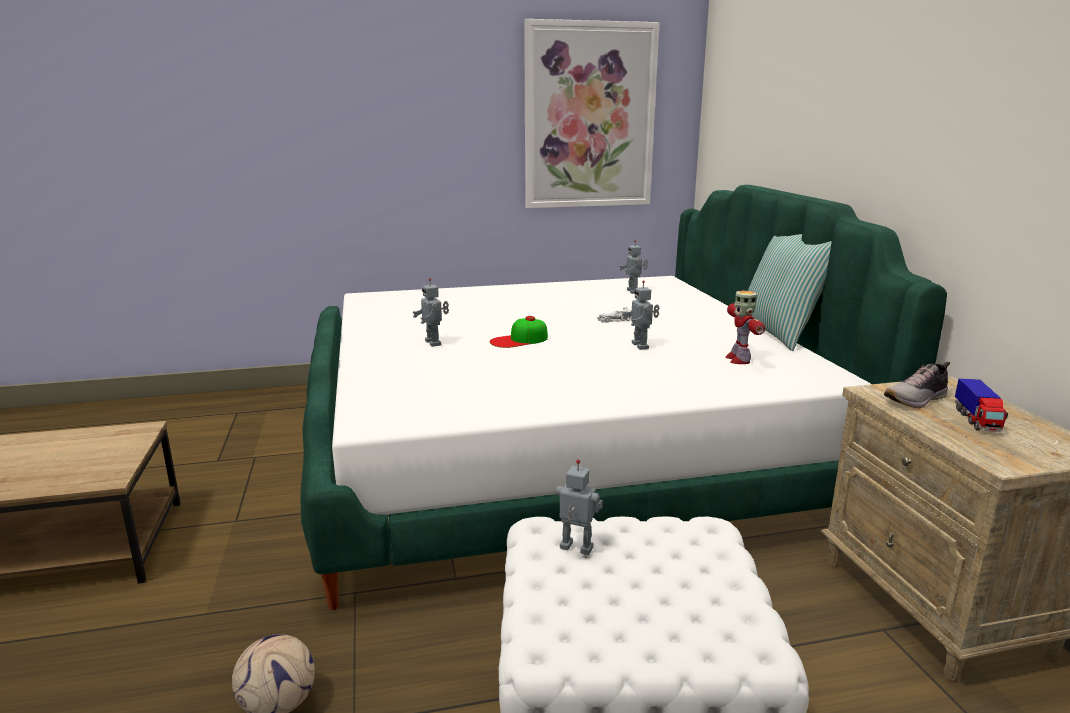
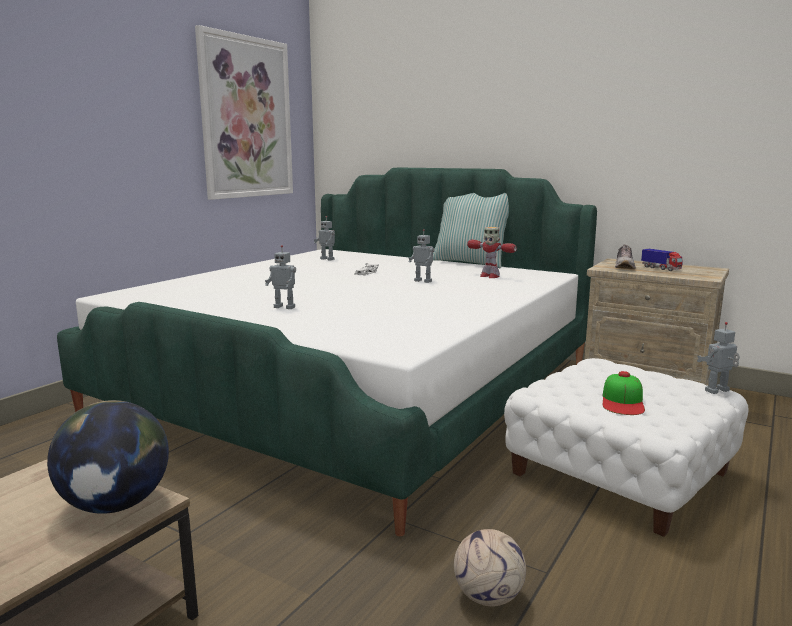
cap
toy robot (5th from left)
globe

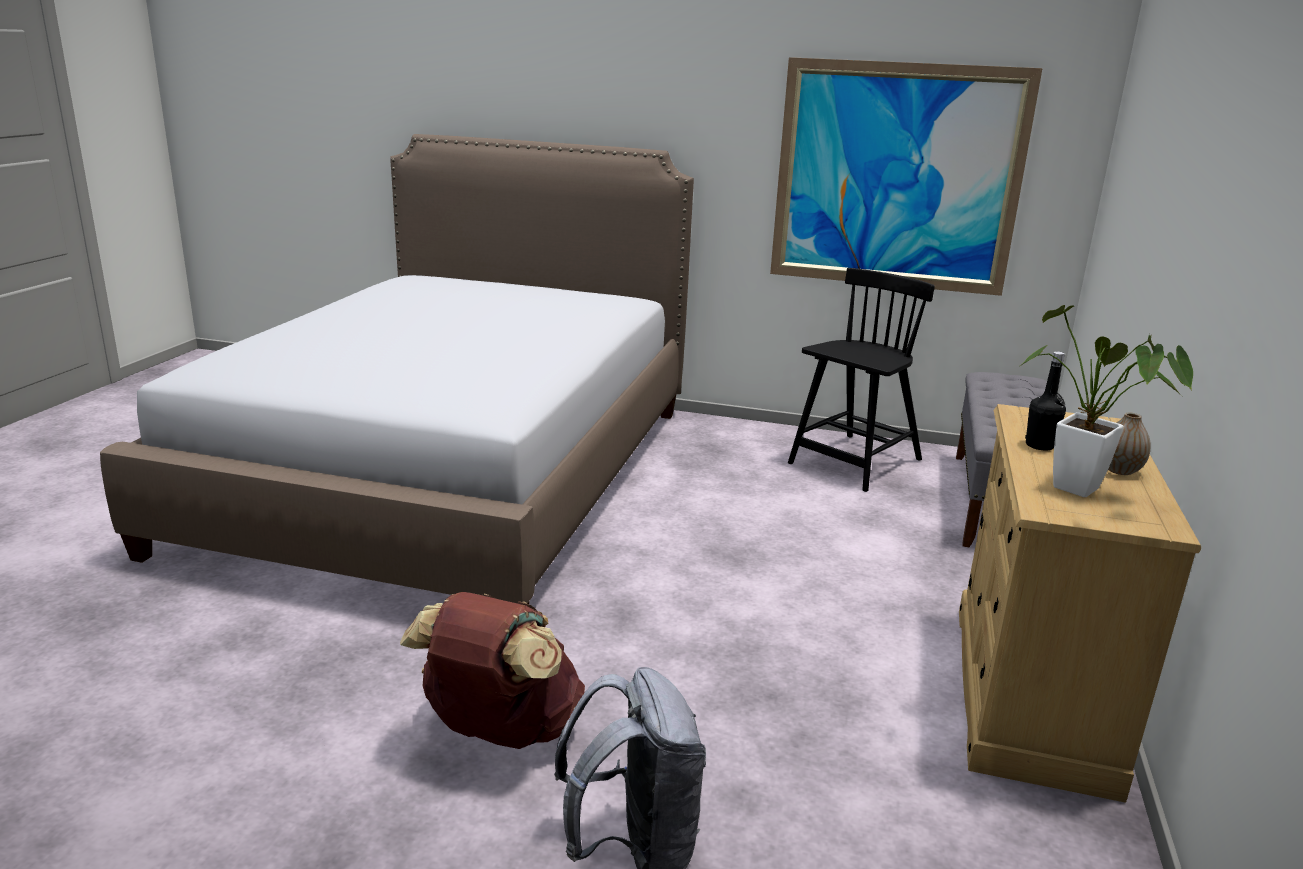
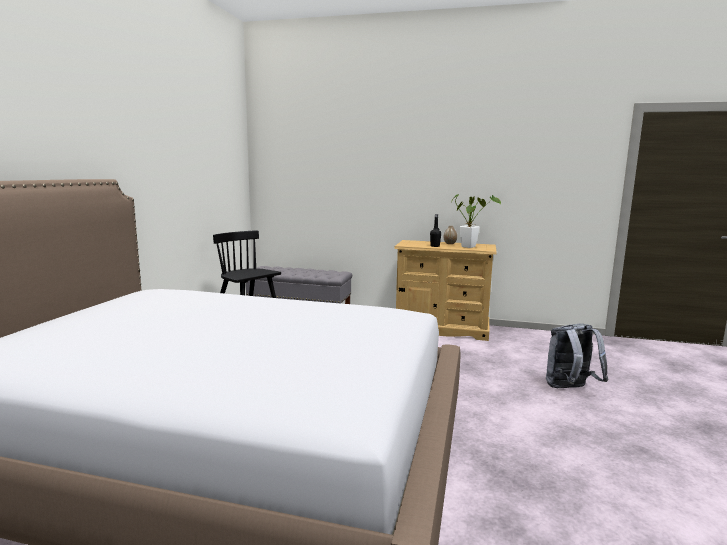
brown backpack
picture

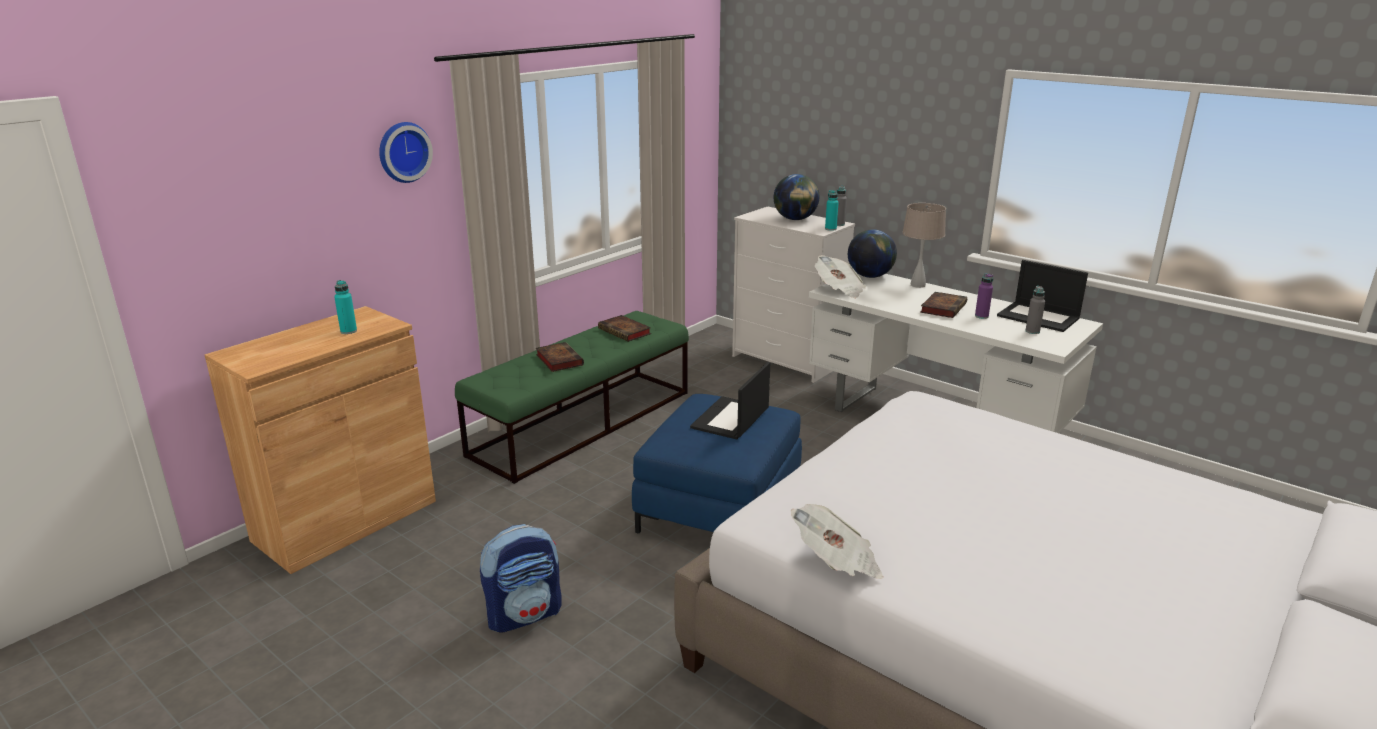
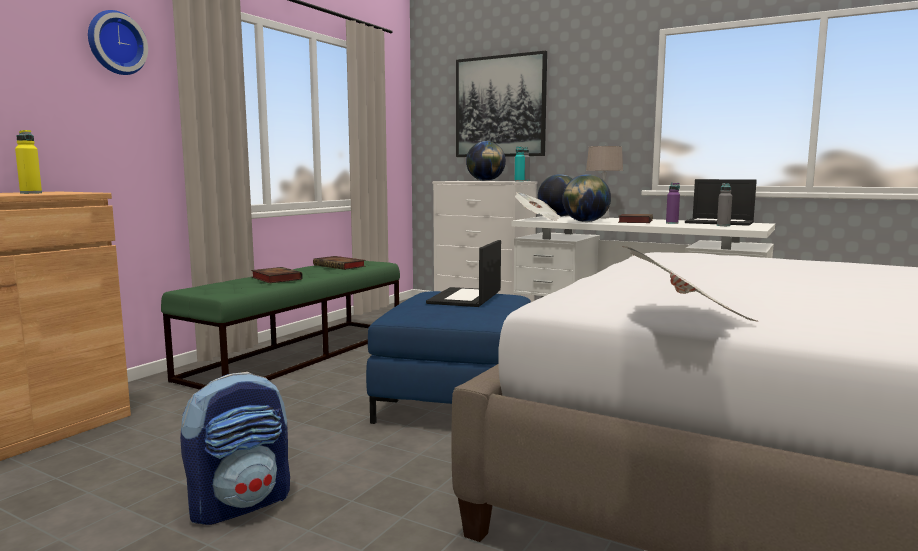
yellow bottle
picture
globe (3rd from left)

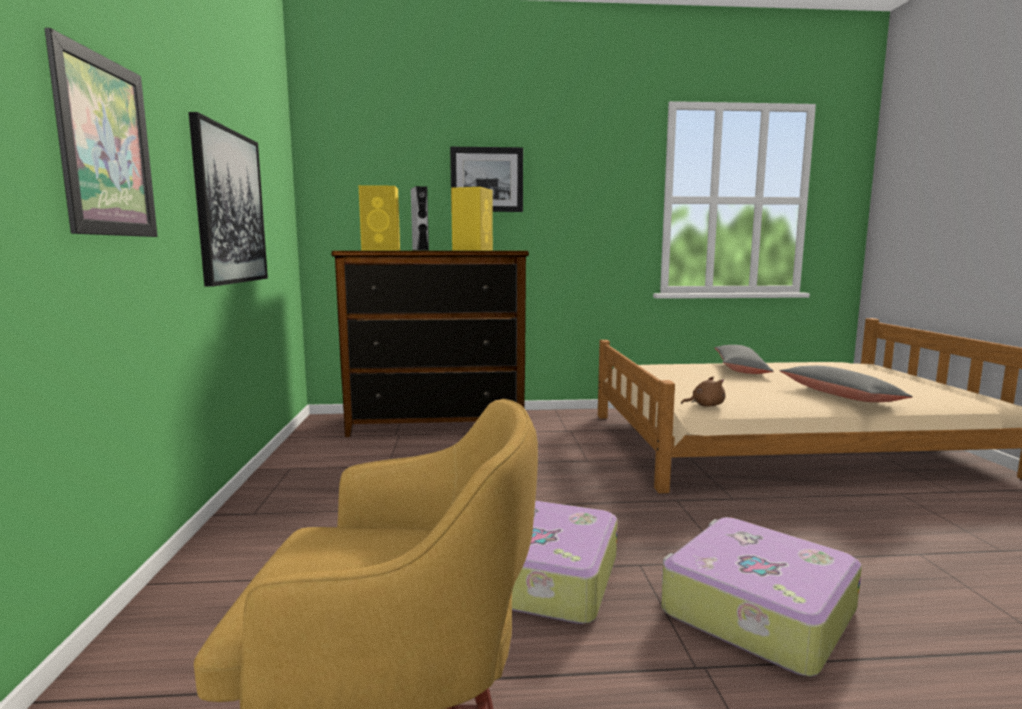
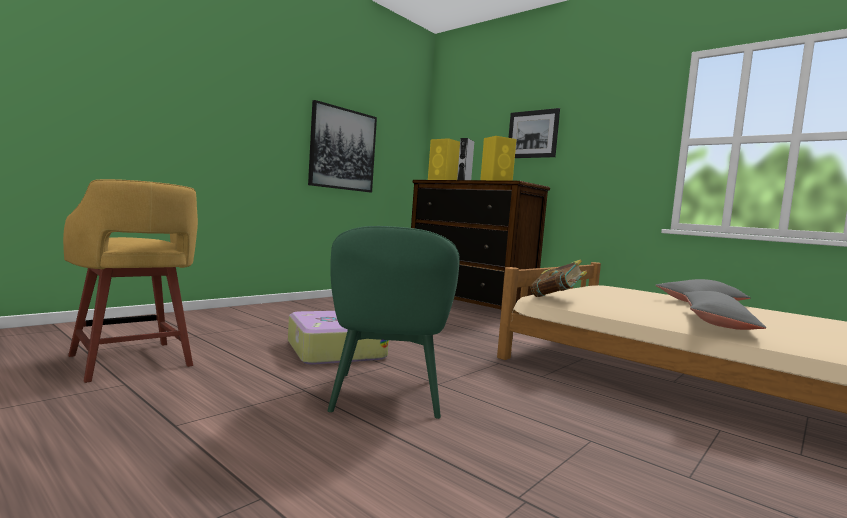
picture (1st from left in the first image)
green armchair
book

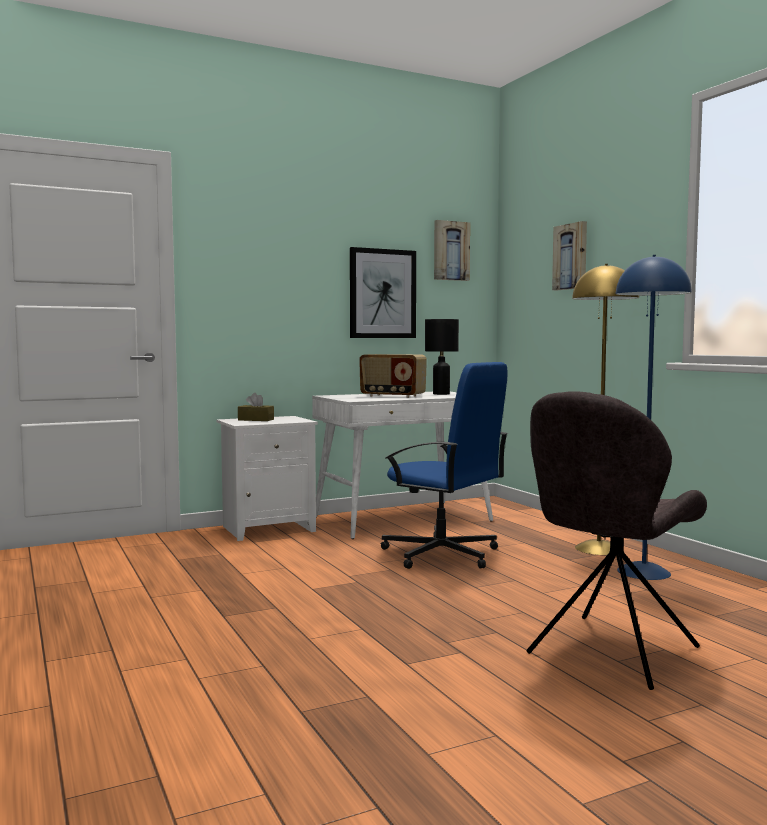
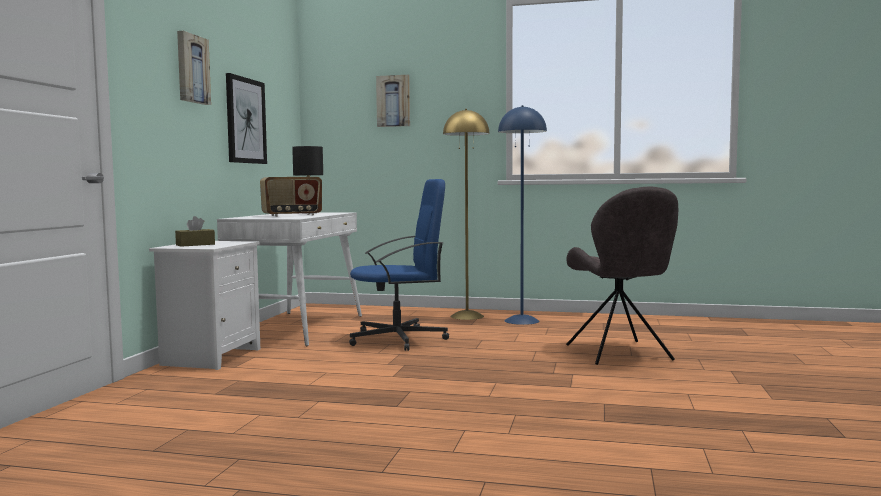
picture (1st from left)

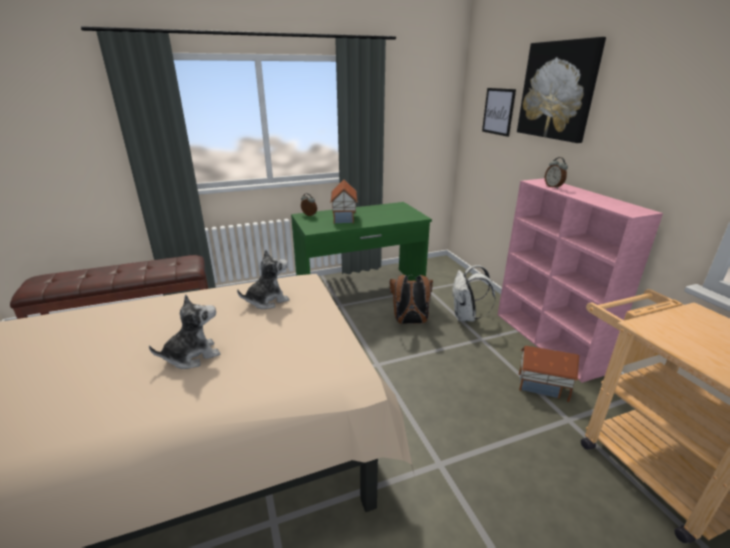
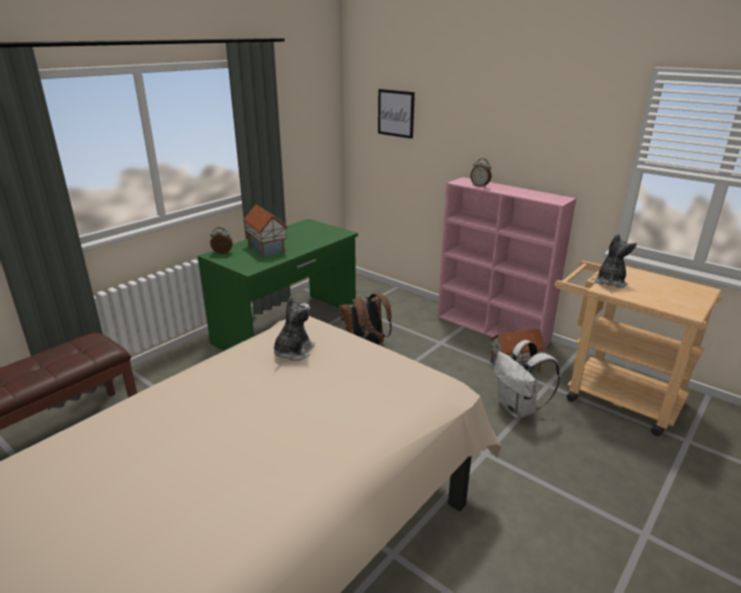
plush toy (2nd from left)
white backpack
picture (2nd from left in the first image)

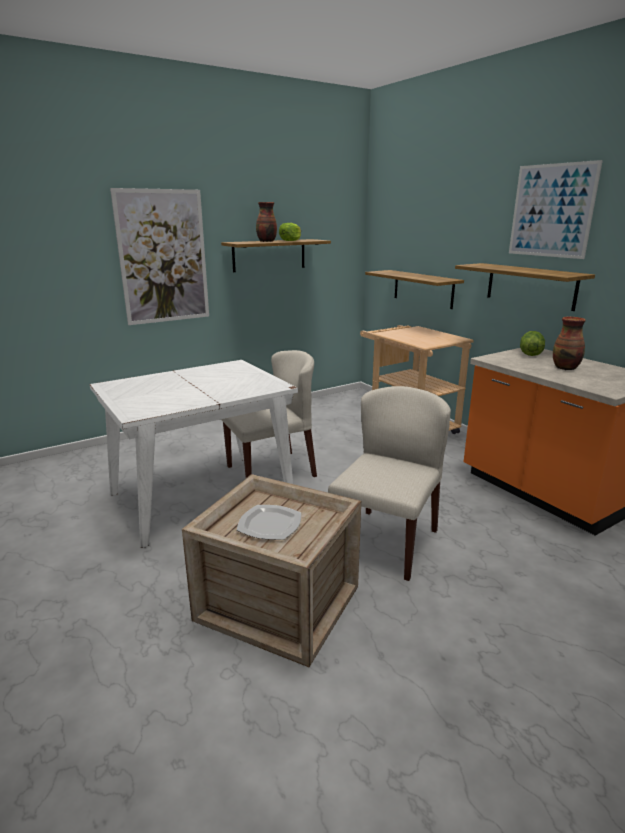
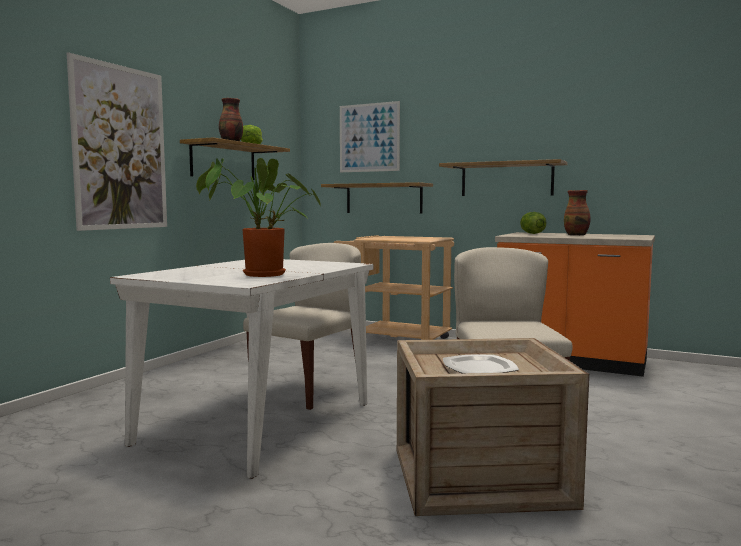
picture (2nd from left)
potted plant

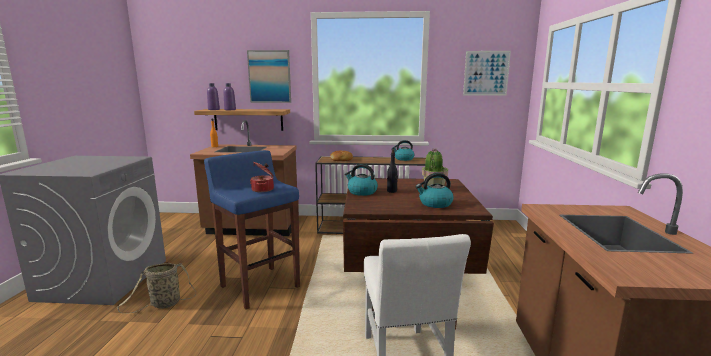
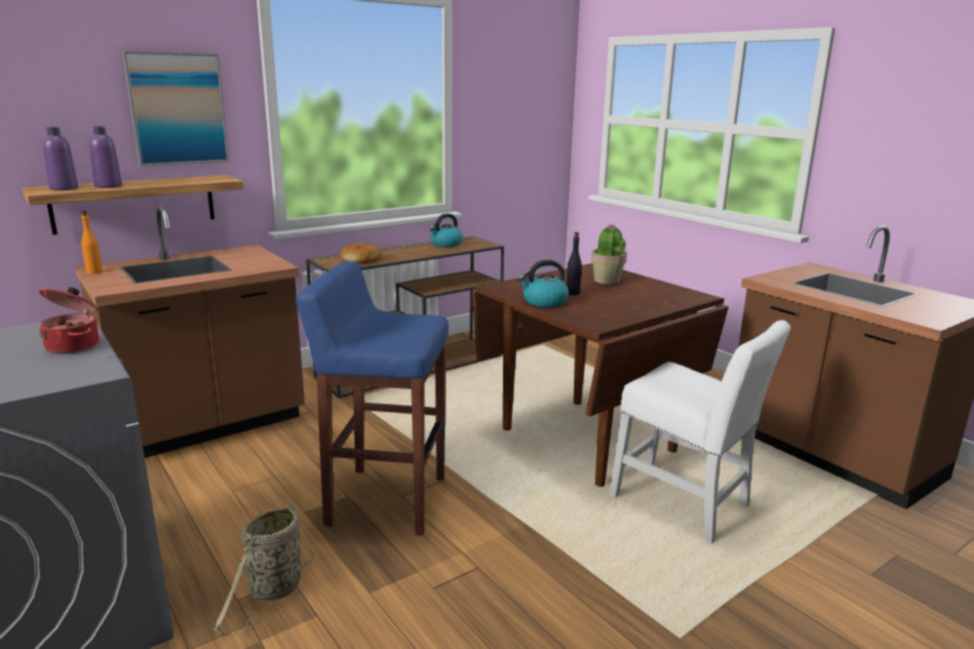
cooking pot
kettle (3rd from left in the first image)
picture (2nd from left in the first image)

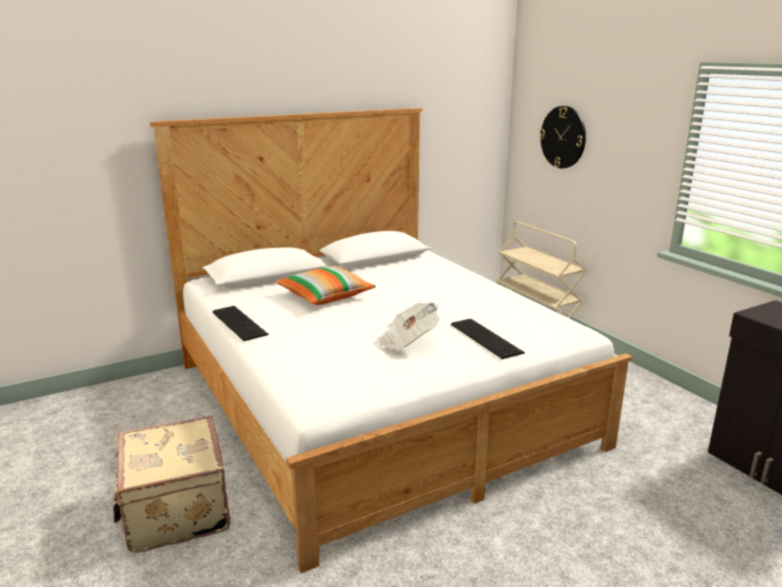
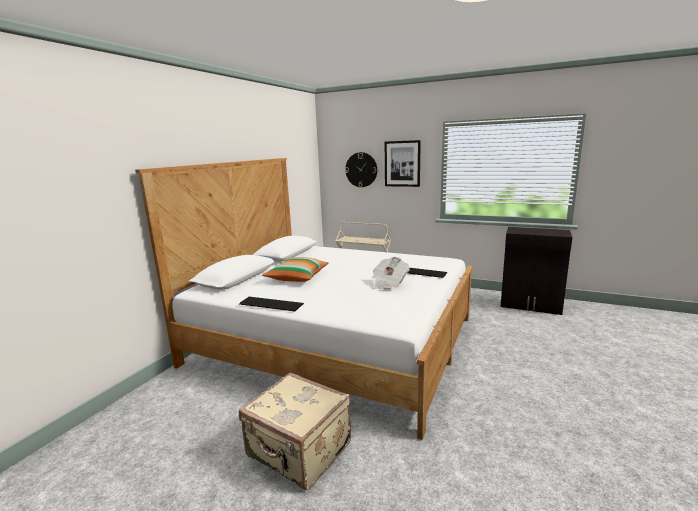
picture

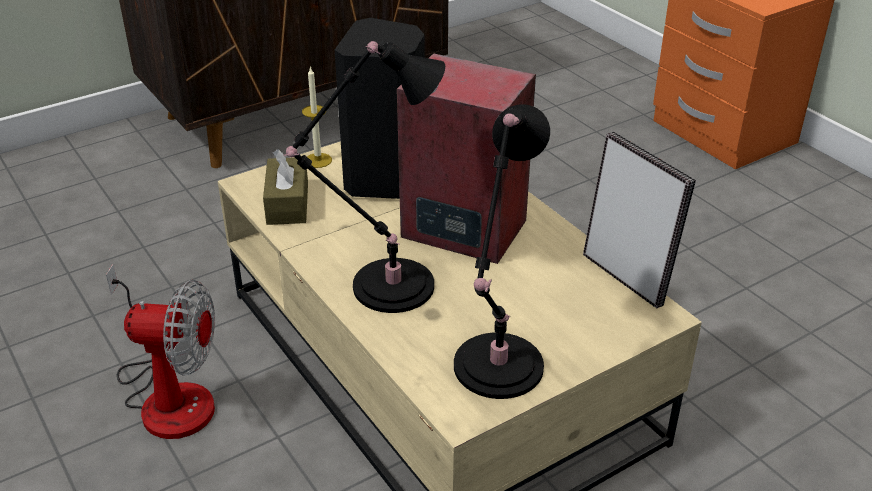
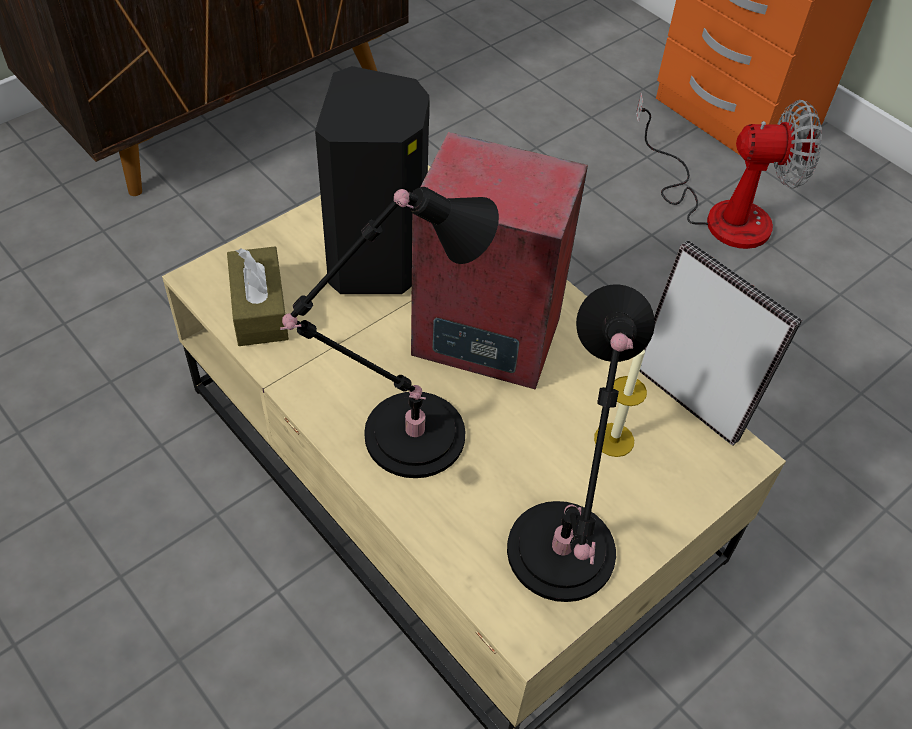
fan
candle

